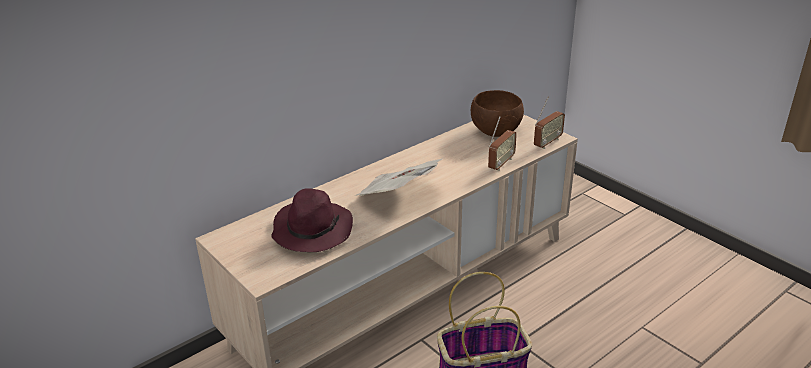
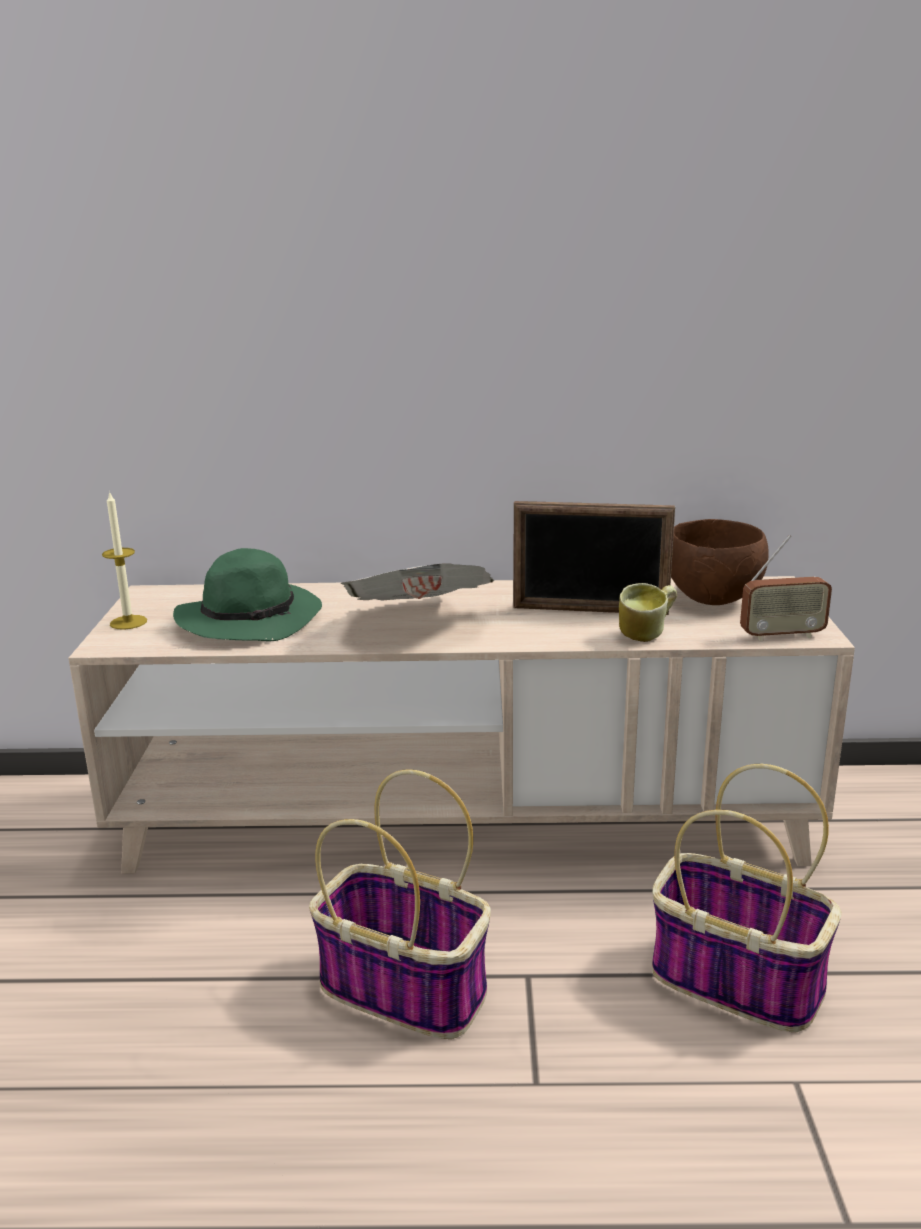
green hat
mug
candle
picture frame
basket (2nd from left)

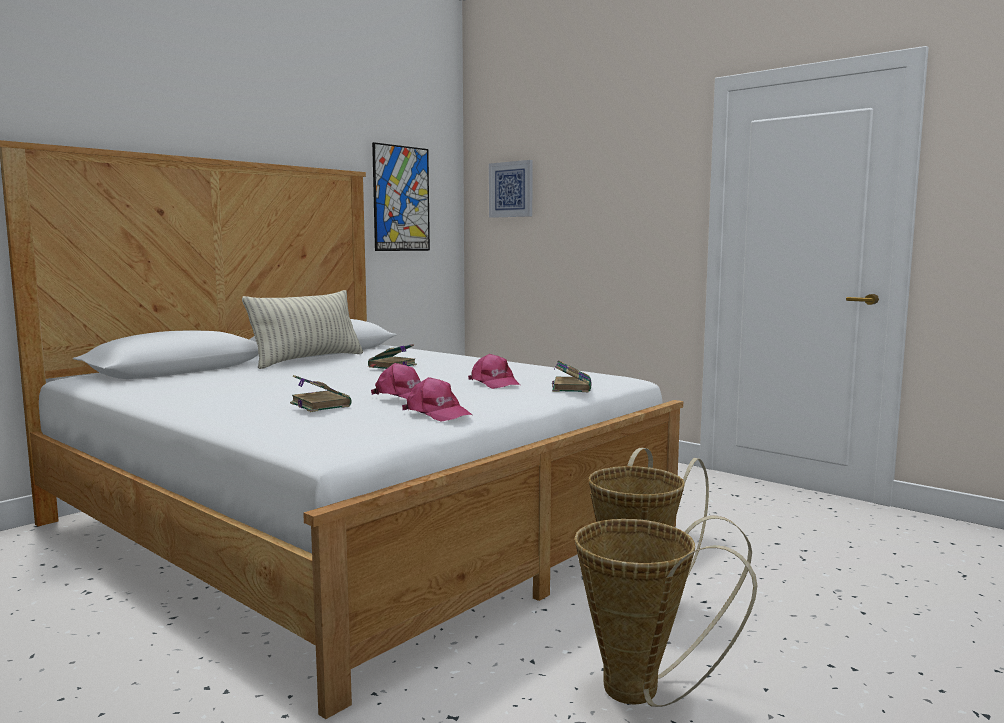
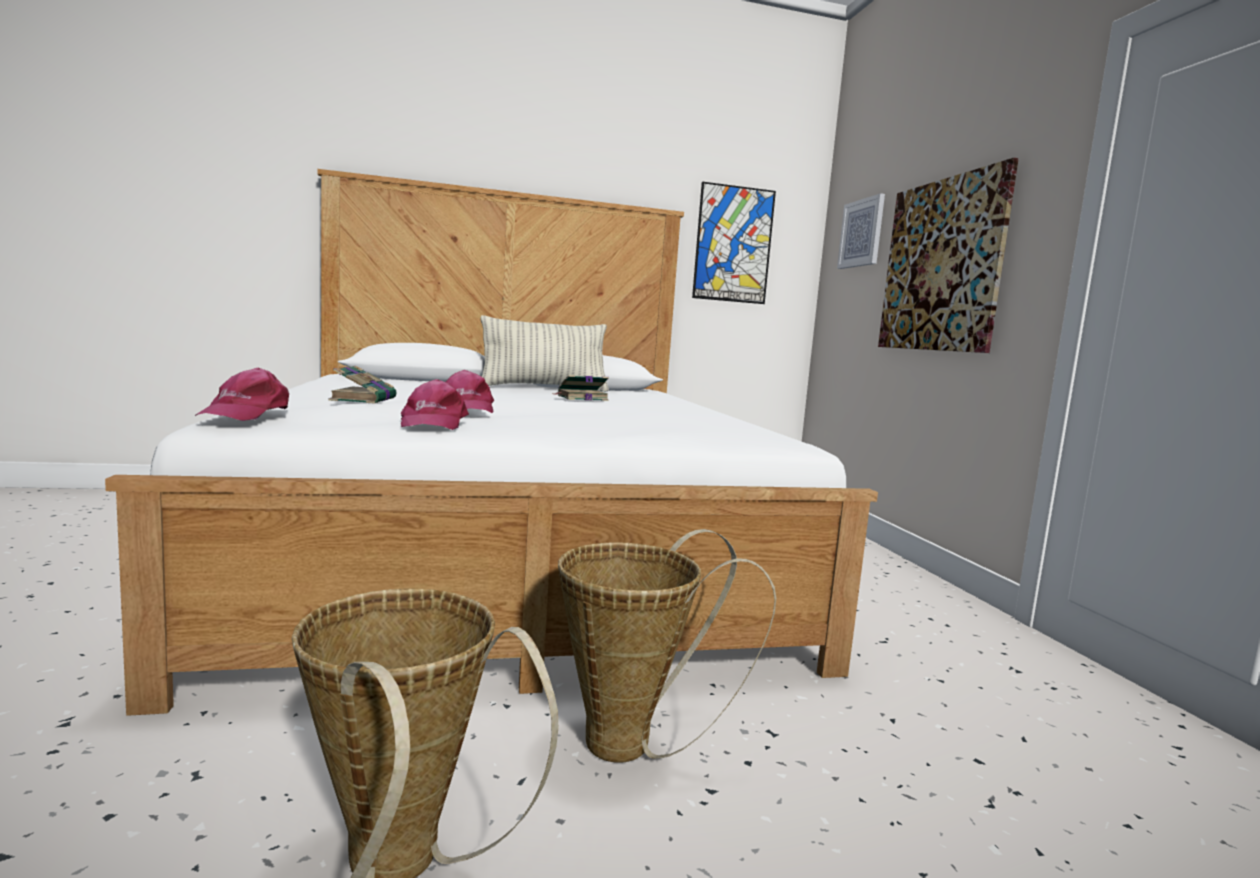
pink cap (1st from left)
book (3rd from left in the first image)
picture (3rd from left)

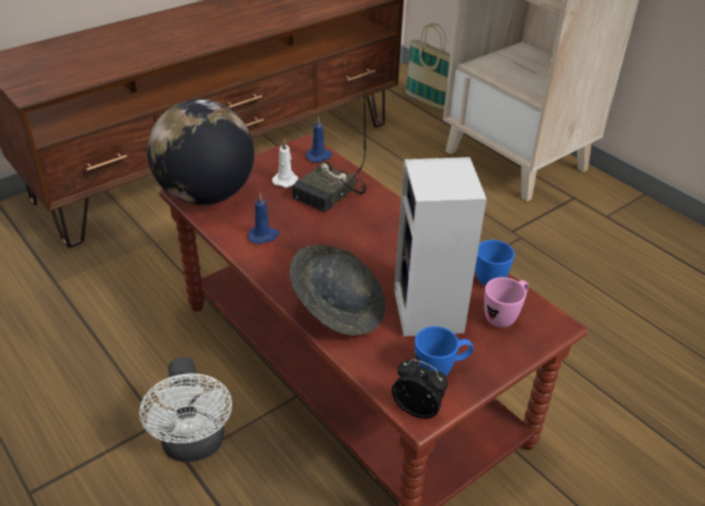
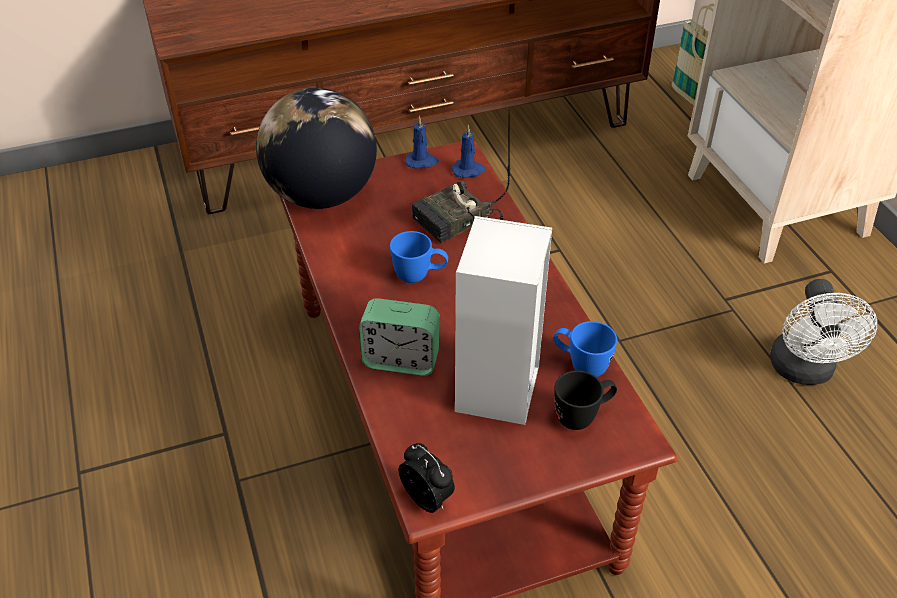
white fan
blue candle (1st from left)
white candle
alarm clock (1st from left)
blue mug (1st from left)
black mug

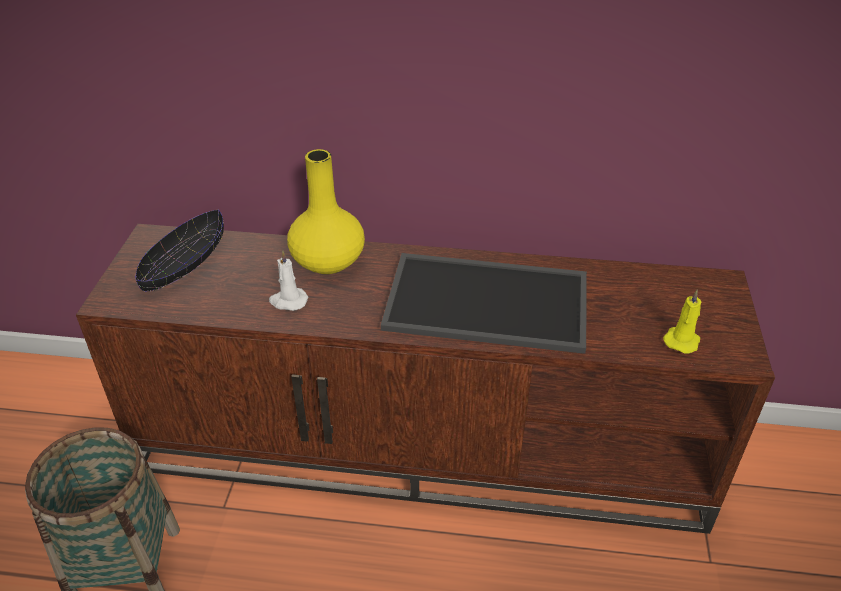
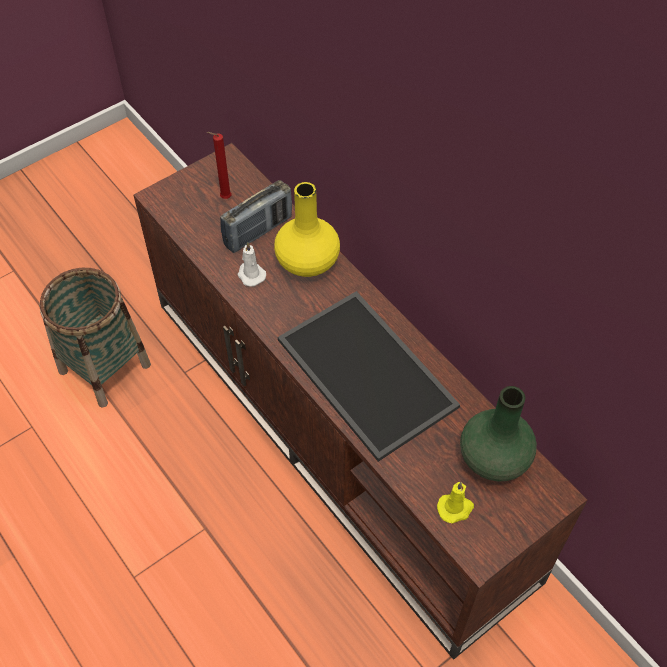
red candle
radio
green vase

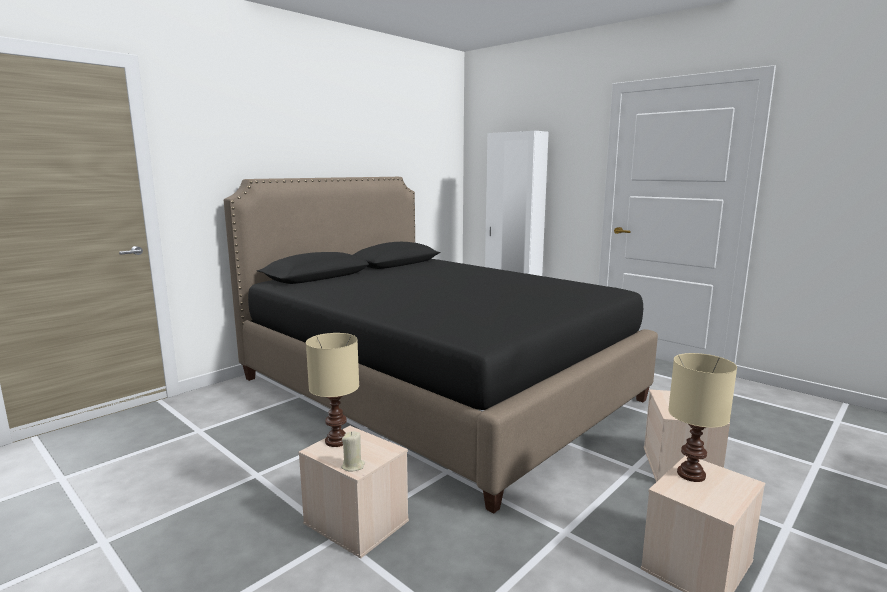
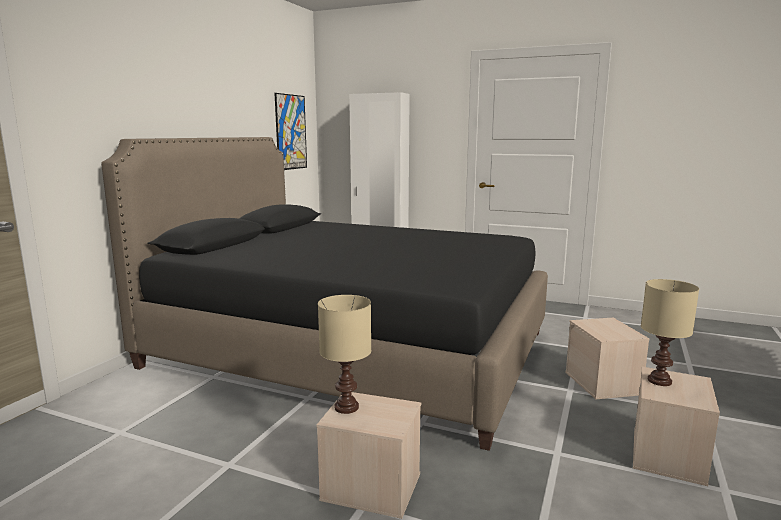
beige candle
picture

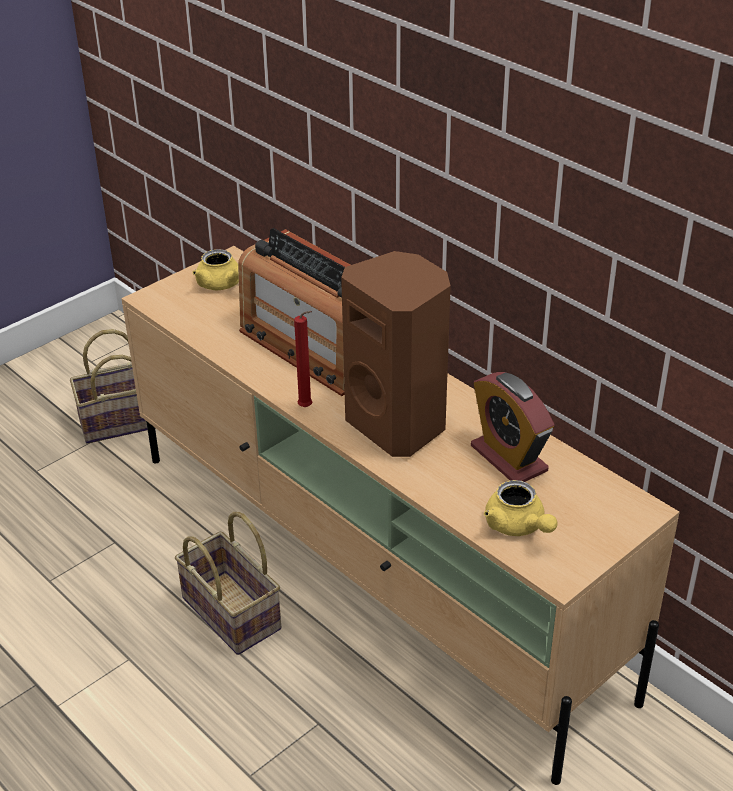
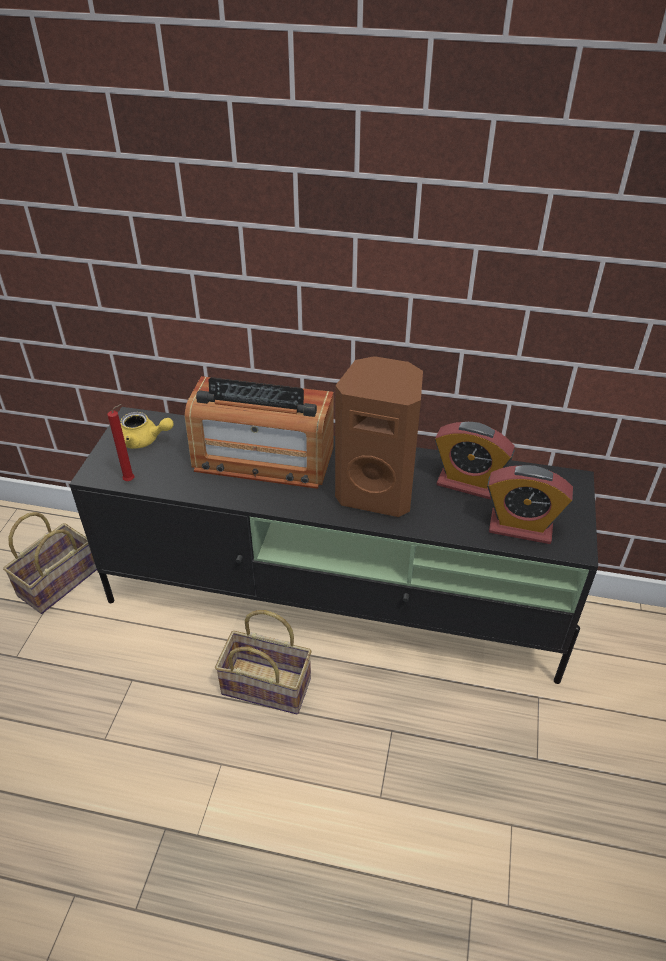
black tv stand
red candle
alarm clock (2nd from left)

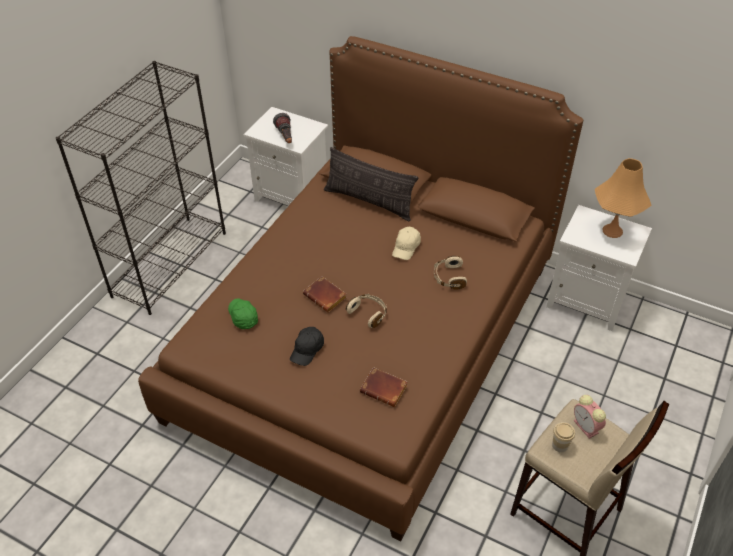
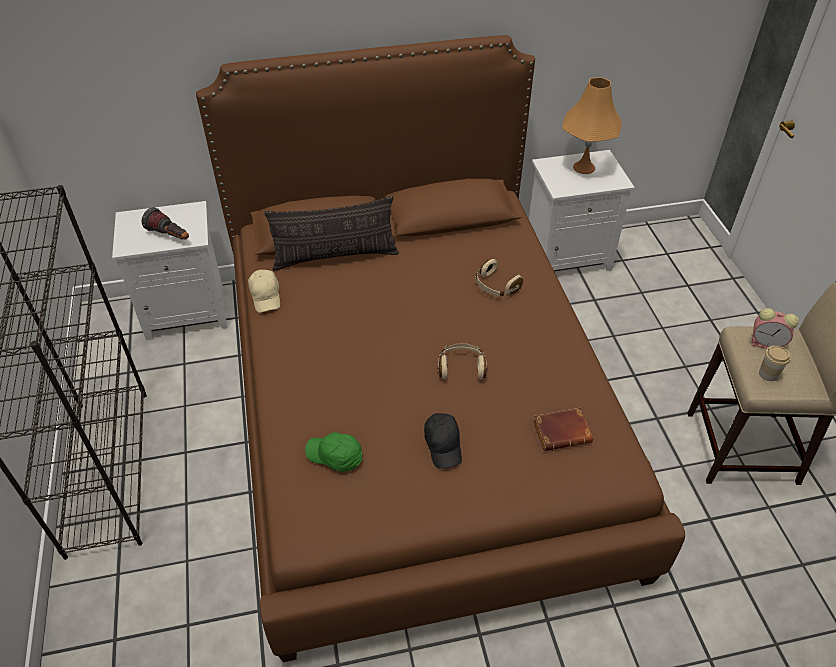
brown book (1st from left in the first image)
beige cap

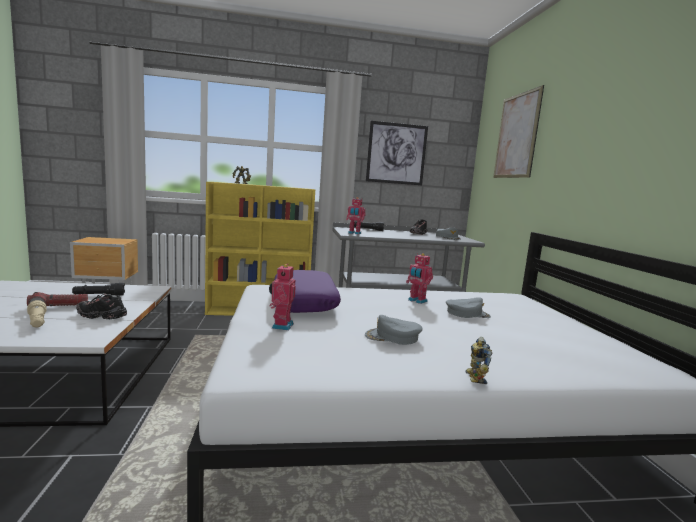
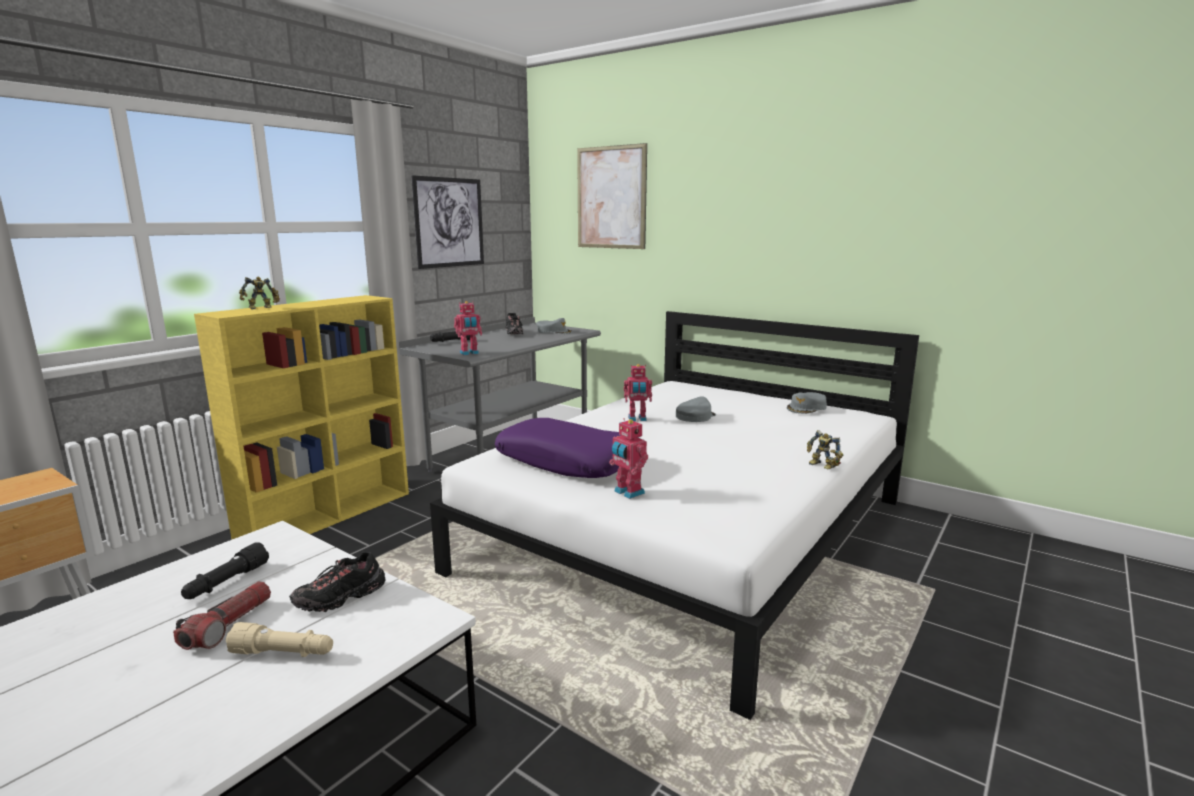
grey cap (3rd from left)

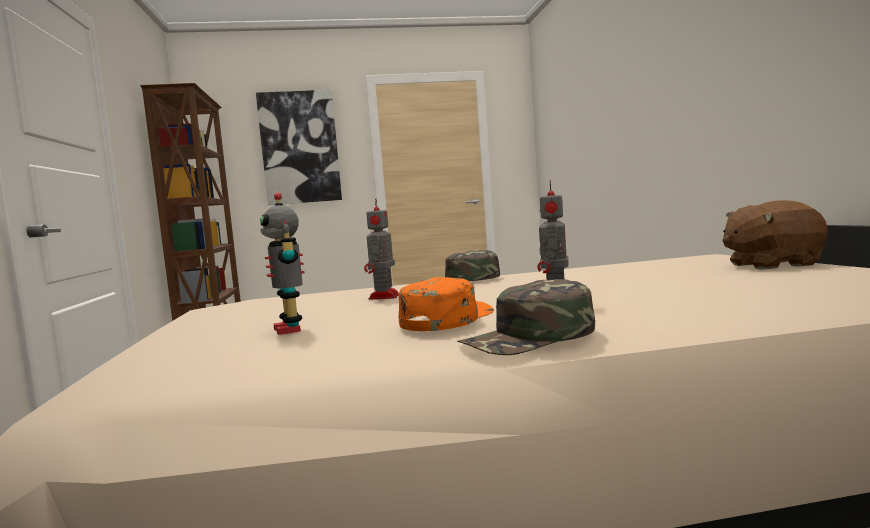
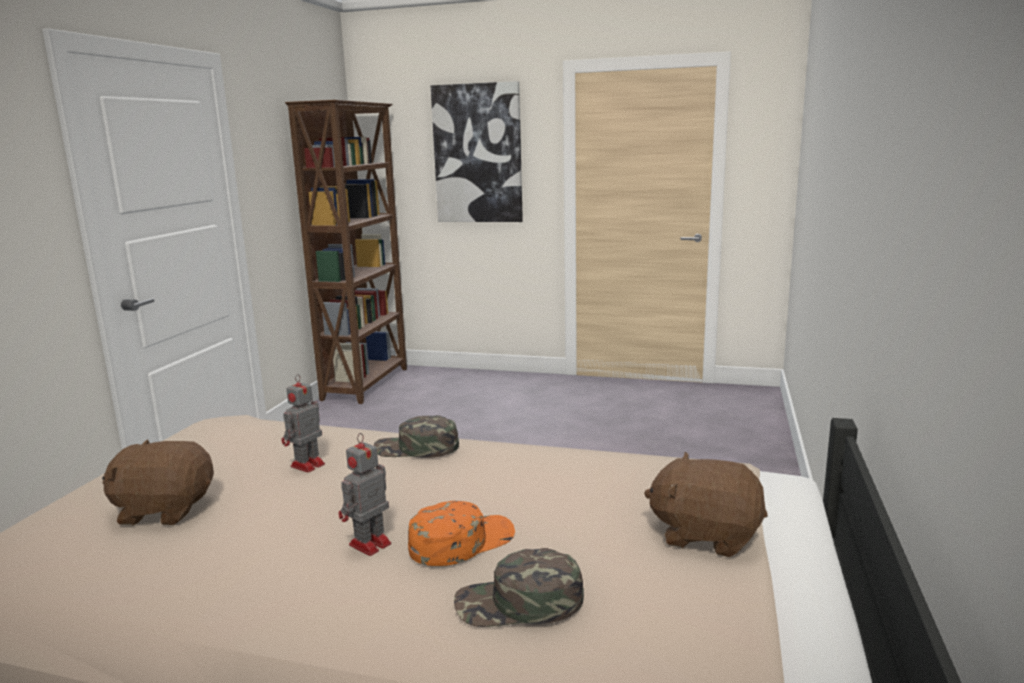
brown plush toy (1st from left)
orange cap
green cap (2nd from left)

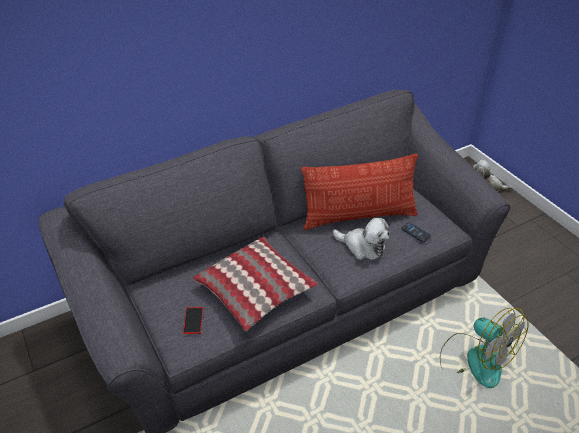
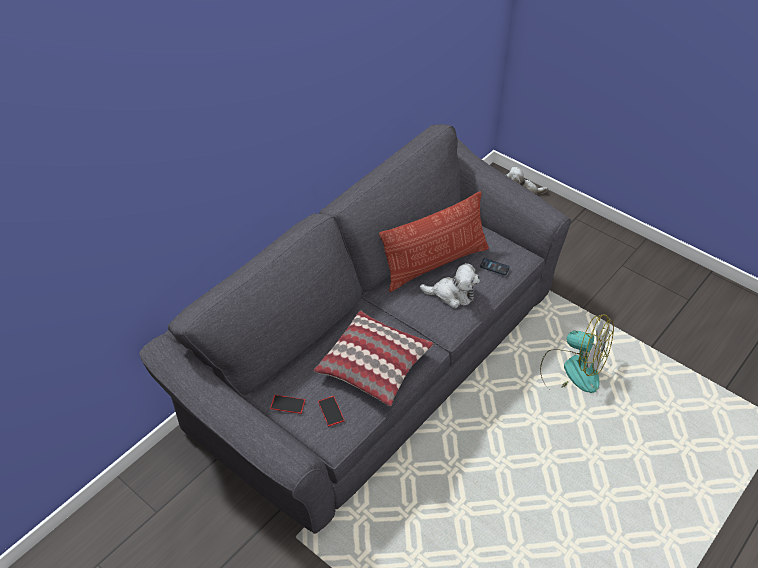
phone (1st from left)

